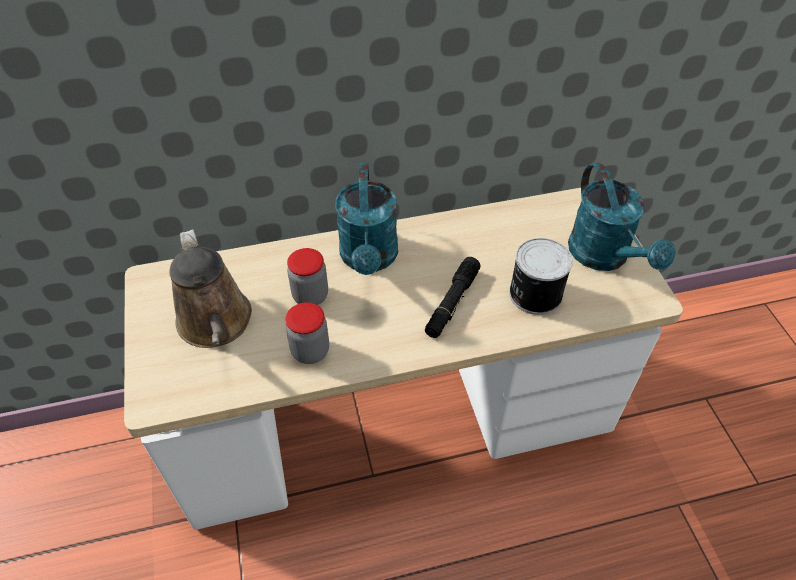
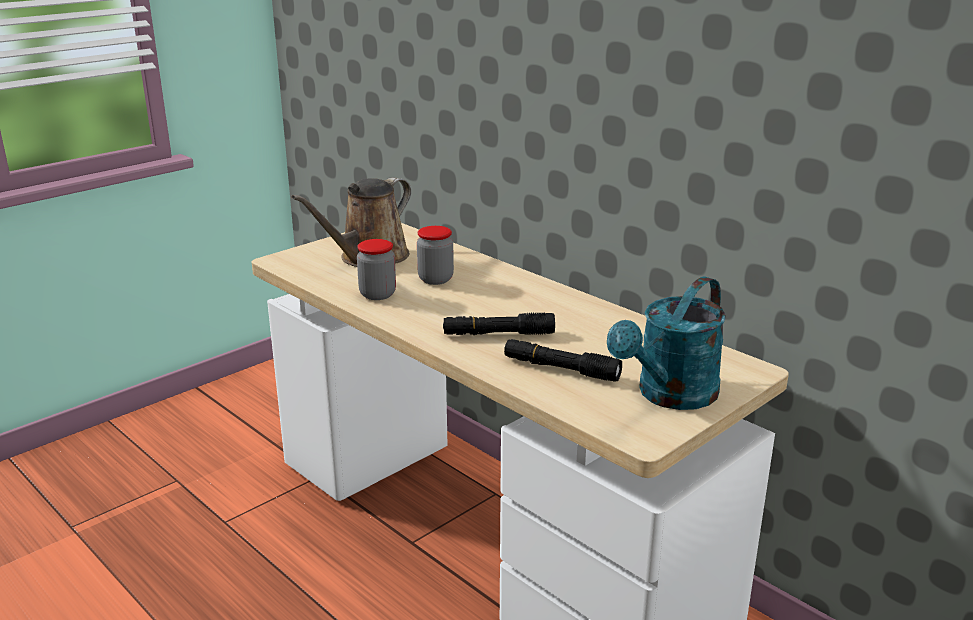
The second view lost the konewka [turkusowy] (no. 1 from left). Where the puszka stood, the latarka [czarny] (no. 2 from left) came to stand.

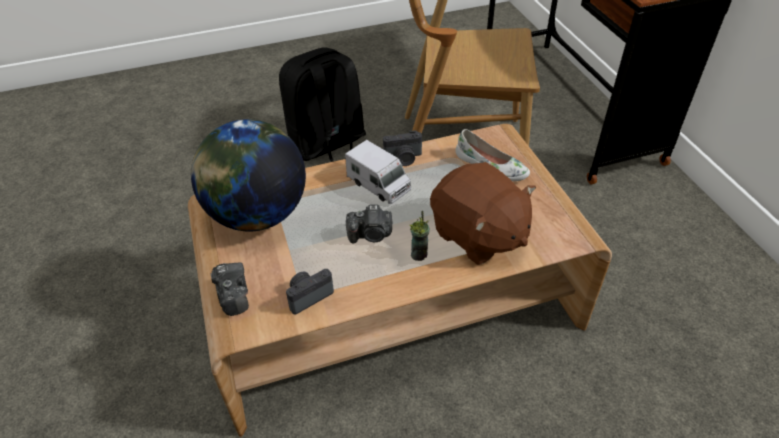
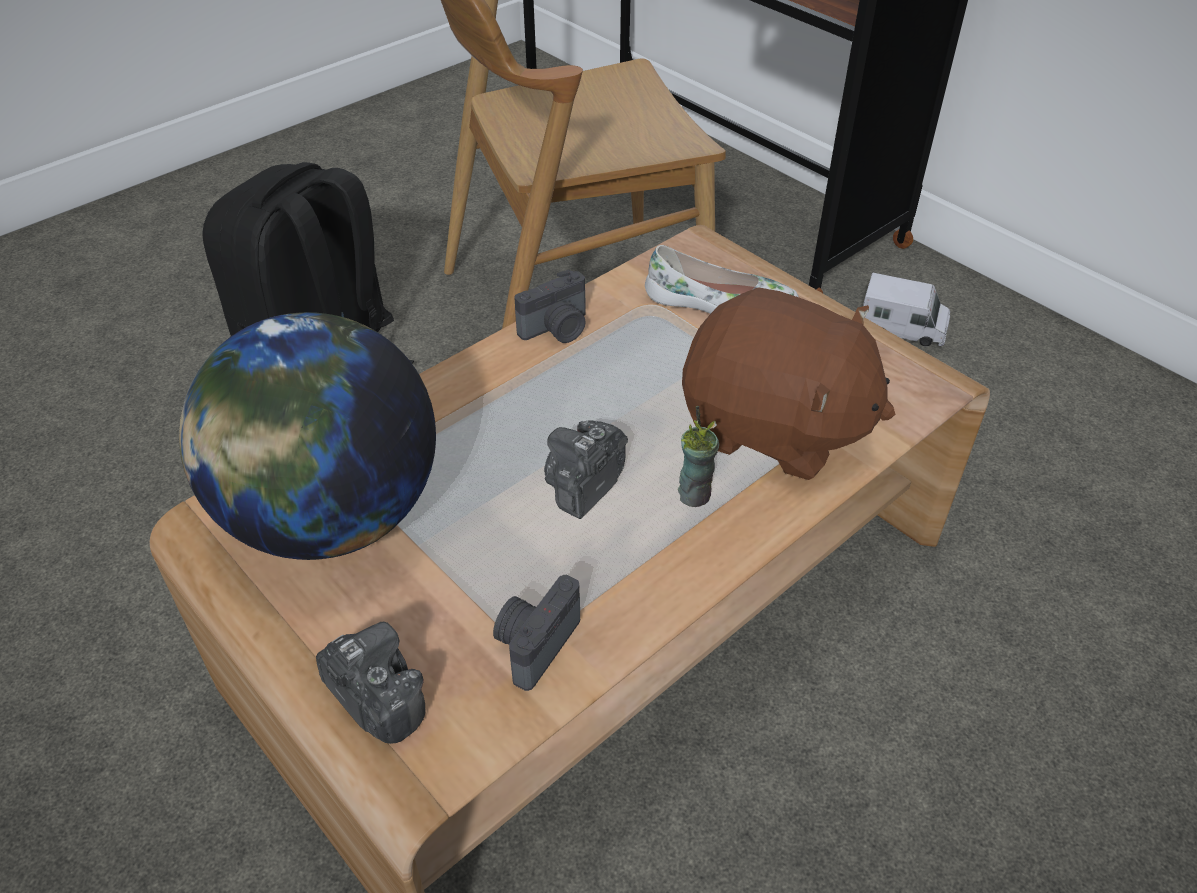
The ciężarówka zabawkowa ended up elsewhere. The aparat fotograficzny (no. 3 from left in the first image) ended up facing another way, 150 degrees clockwise from before.

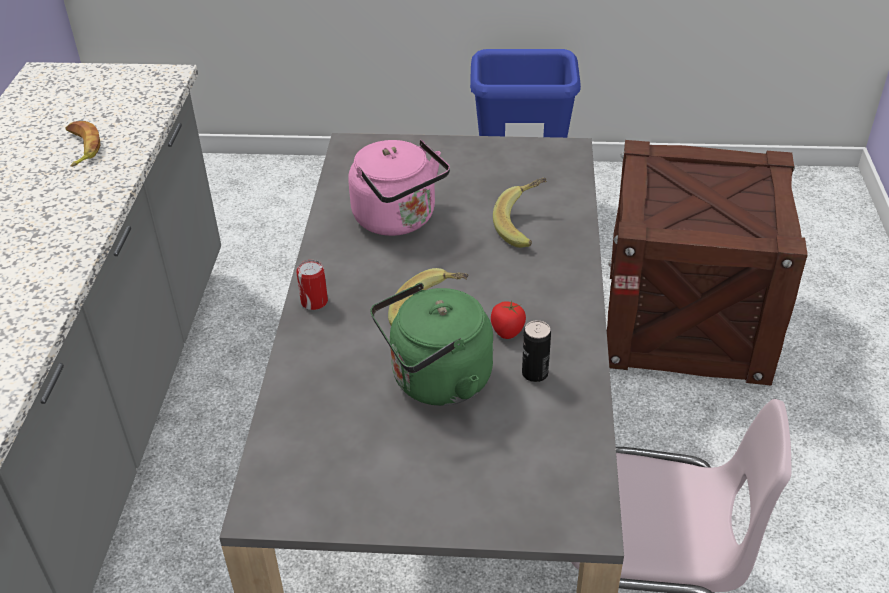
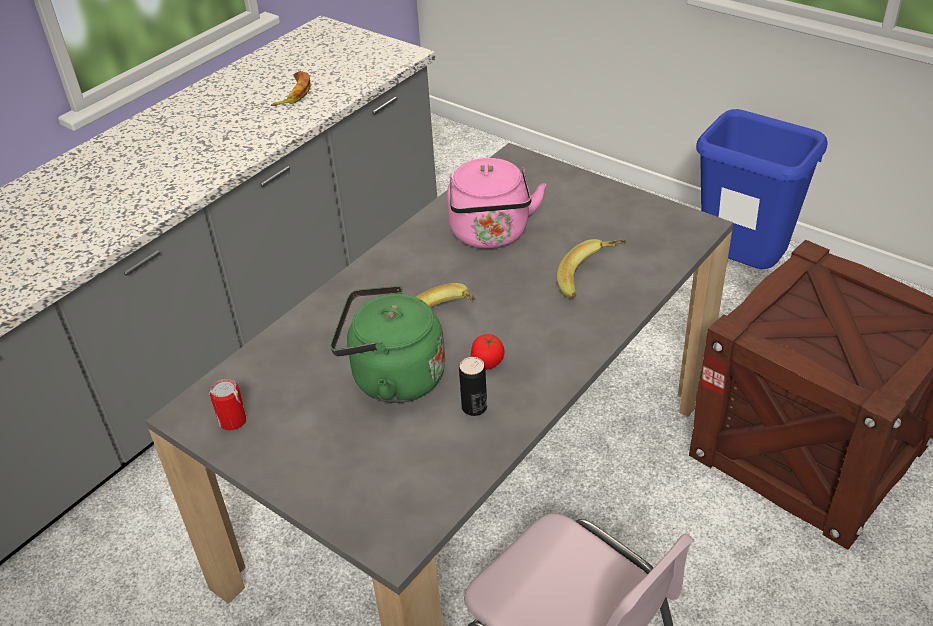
The puszka (no. 1 from left) ended up elsewhere.

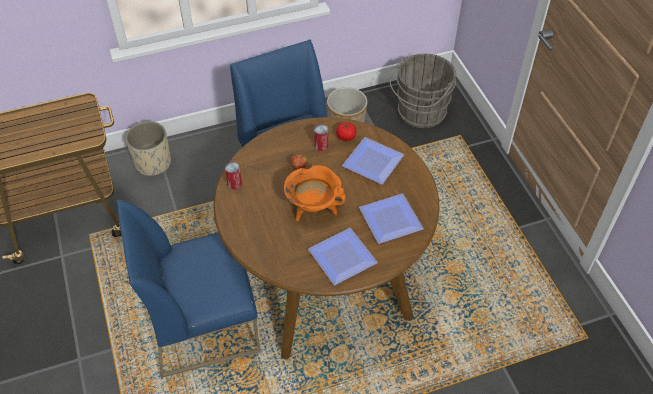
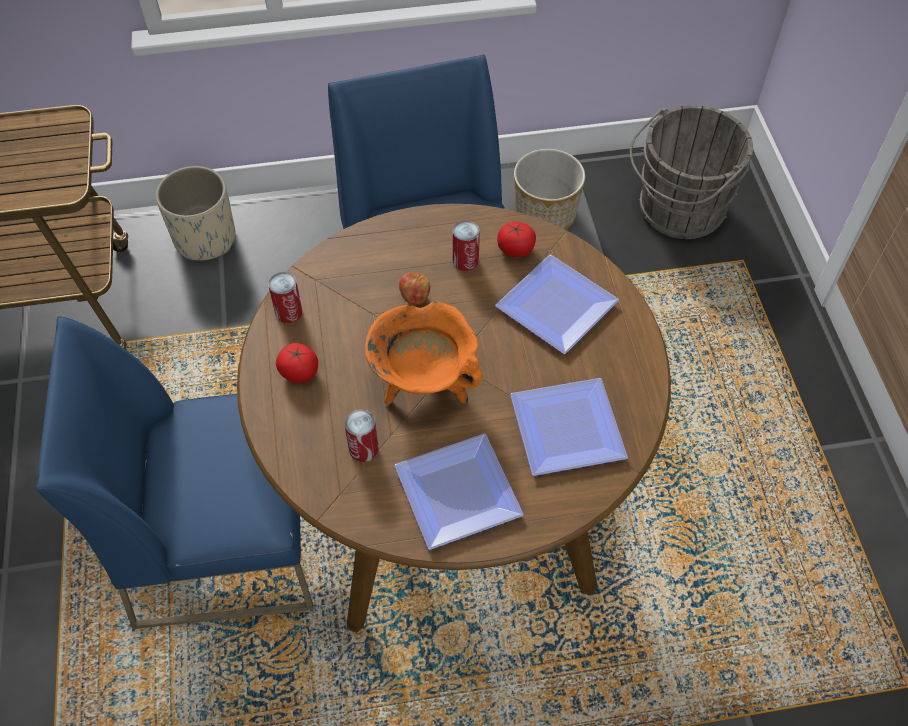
The second view gained the pomidor (no. 1 from left). The second view gained the puszka (no. 2 from left).

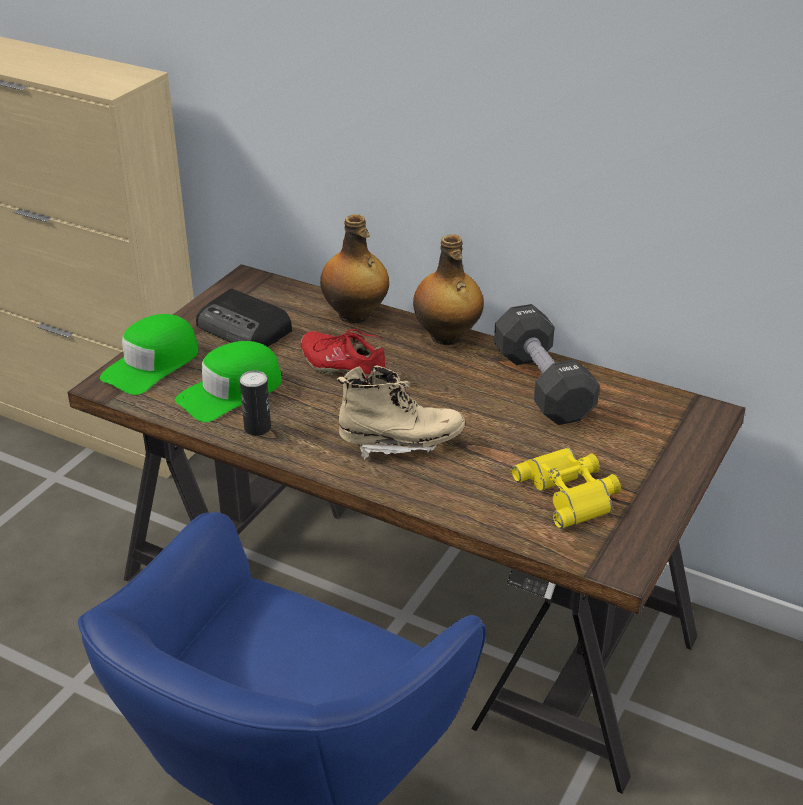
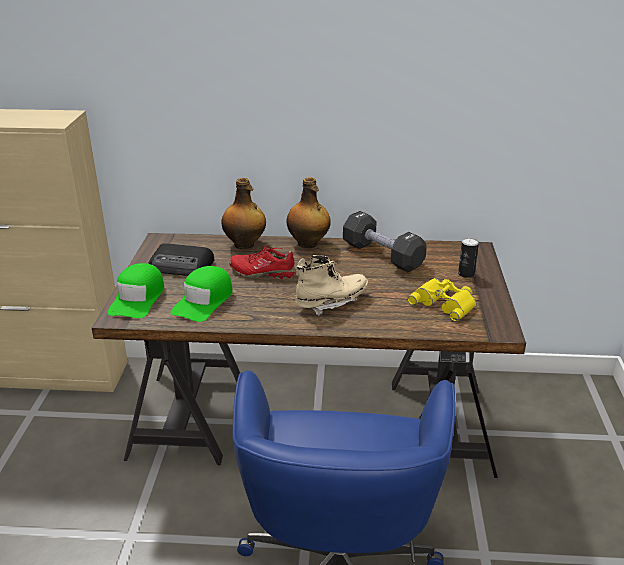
The puszka ended up elsewhere.

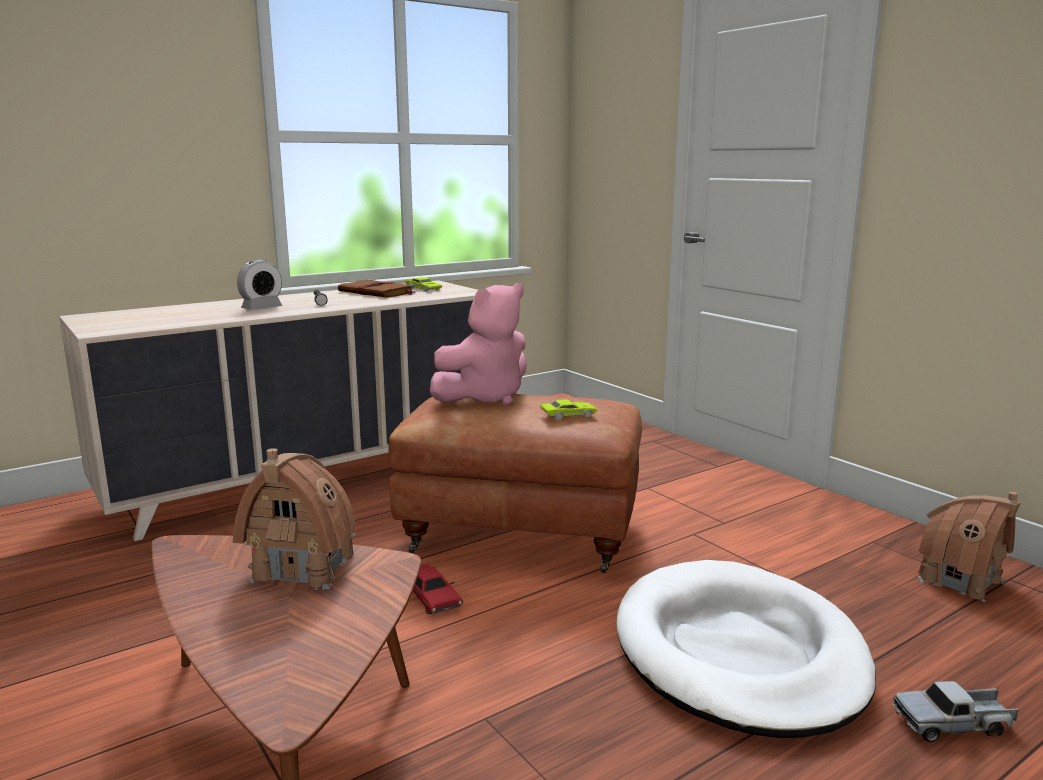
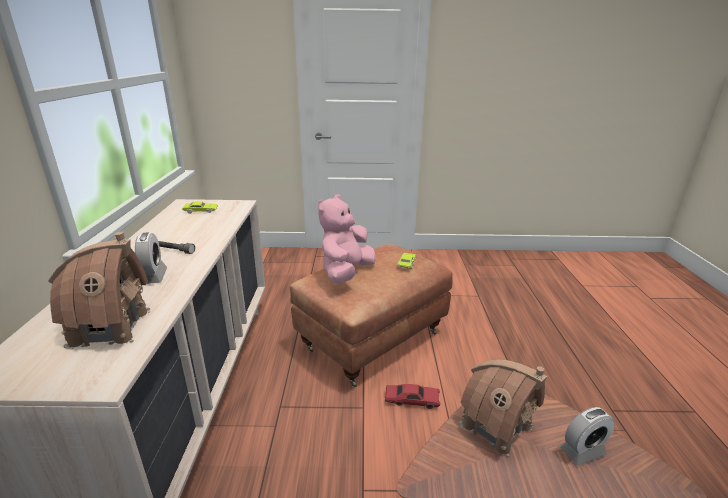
The second view lost the książka [brązowy]. The pluszak [różowy] ended up facing another way, 150 degrees counterclockwise from before. The domek (no. 2 from left in the first image) ended up elsewhere. The second view lost the legowisko [biały]. The second view lost the ciężarówka zabawkowa. The second view gained the budzik (no. 2 from left).

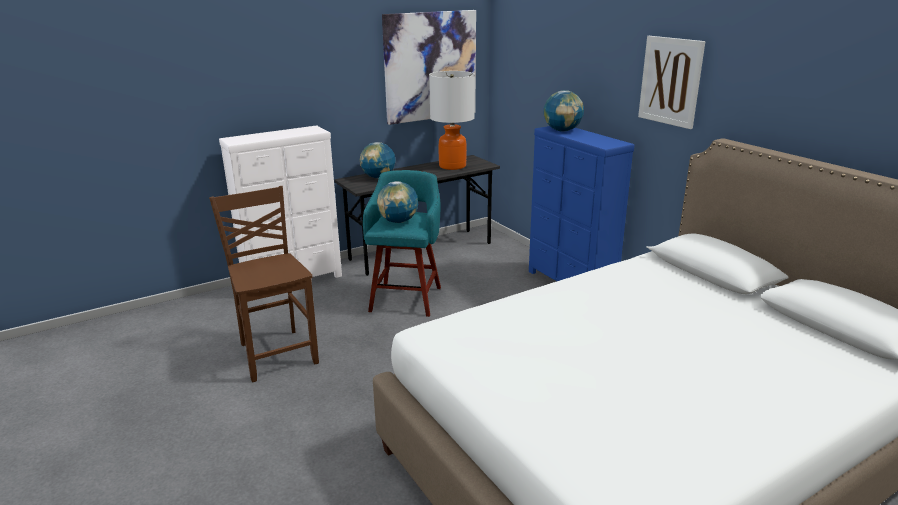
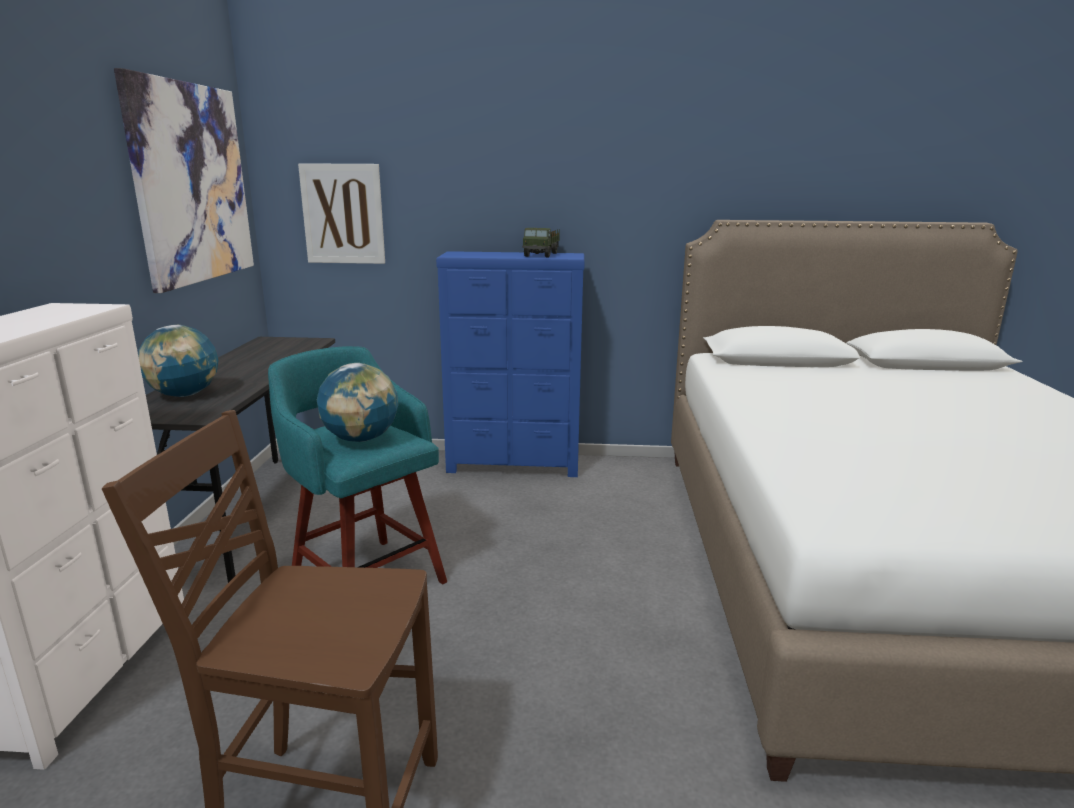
The obraz (no. 2 from left) ended up elsewhere. The second view lost the lampa stołowa. The second view lost the globus (no. 3 from left). The second view gained the ciężarówka zabawkowa.

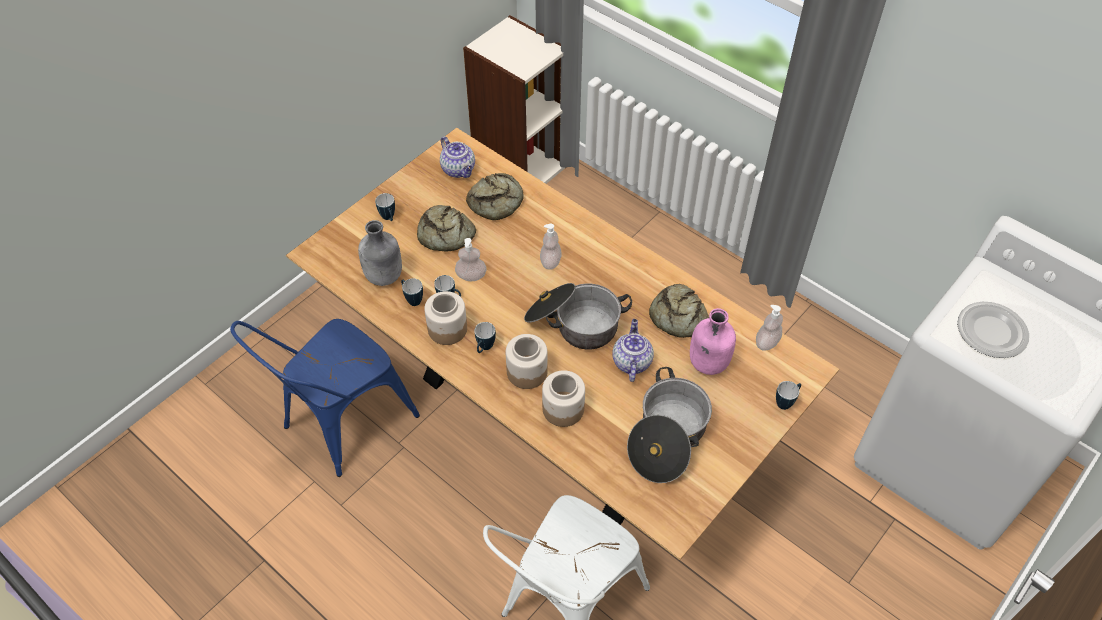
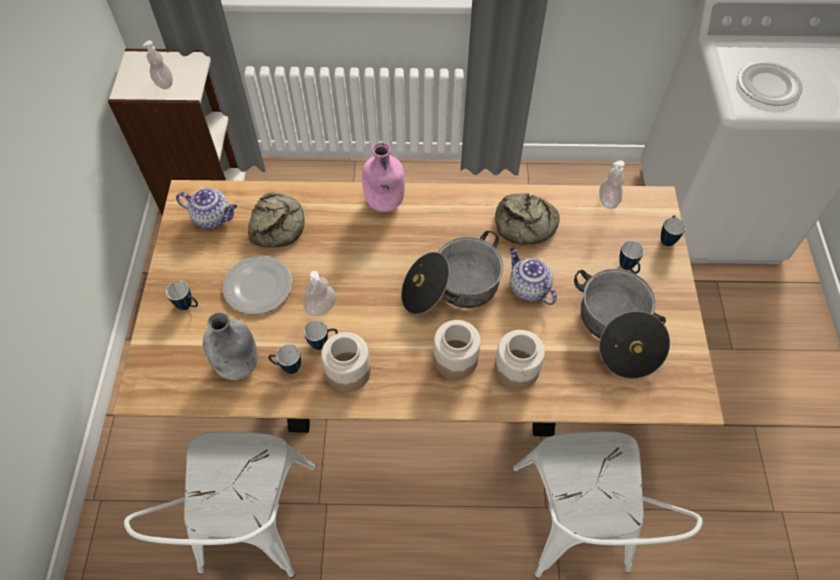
Where the chleb (no. 1 from left) stood, the talerz (no. 1 from left) came to stand. The dozownik mydła (no. 2 from left in the first image) ended up elsewhere. The butelka [różowy] ended up elsewhere. What was the krzesło [niebieski] turned into the krzesło [biały] (no. 1 from left). The kubek (no. 4 from left) ended up elsewhere.

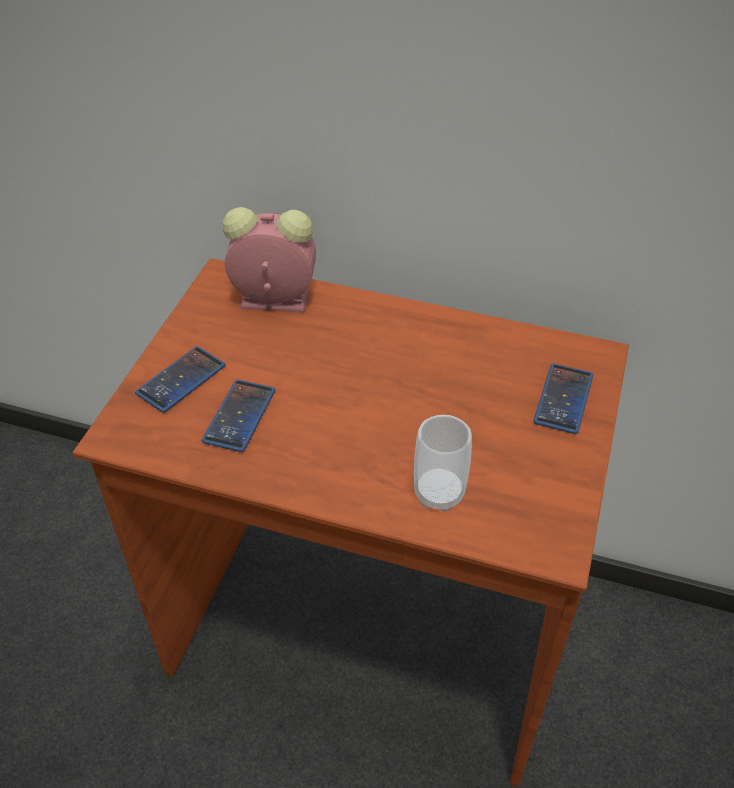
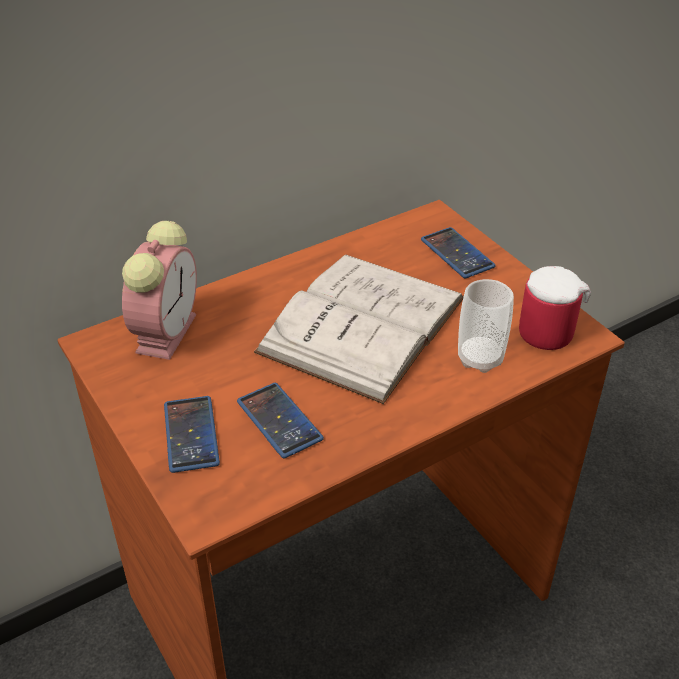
The budzik ended up facing another way, 150 degrees clockwise from before. The second view gained the książka [biały]. The second view gained the kubek.

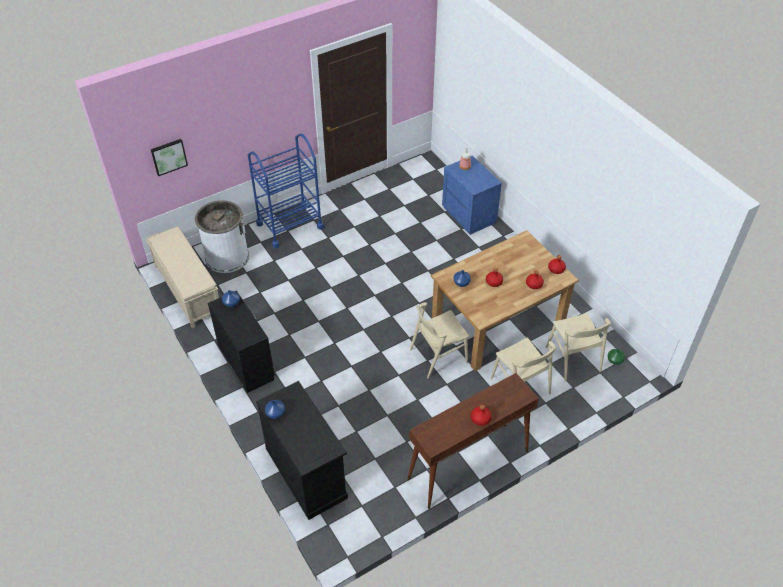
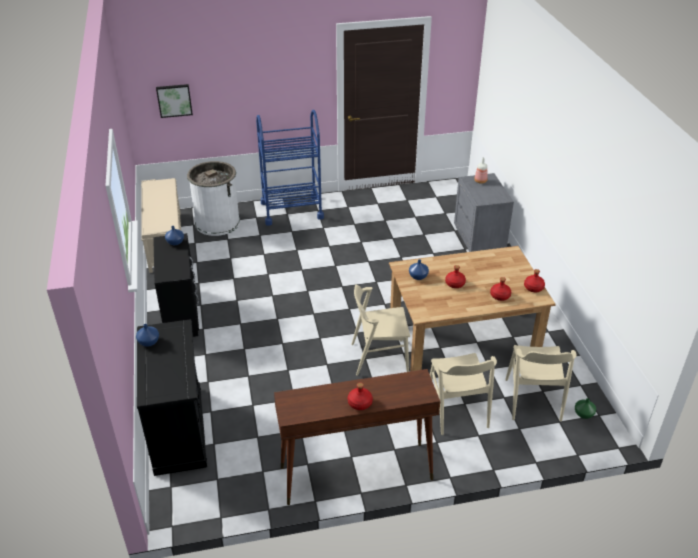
What was the szafka nocna [niebieski] turned into the szafka nocna [szary].

